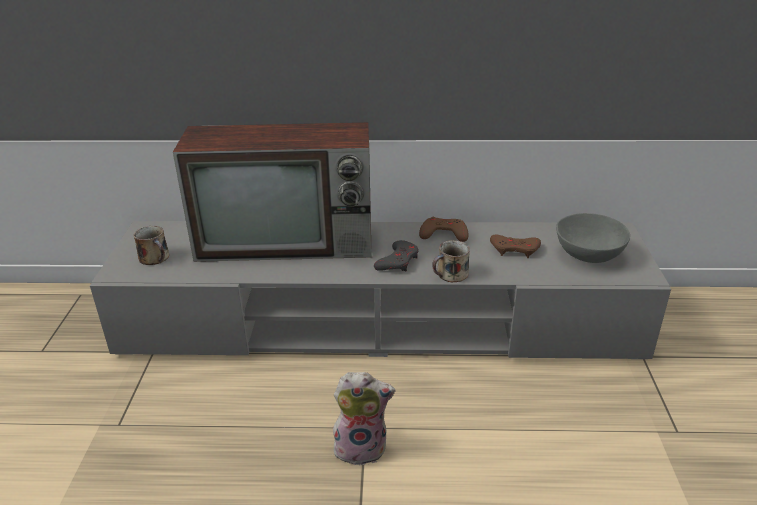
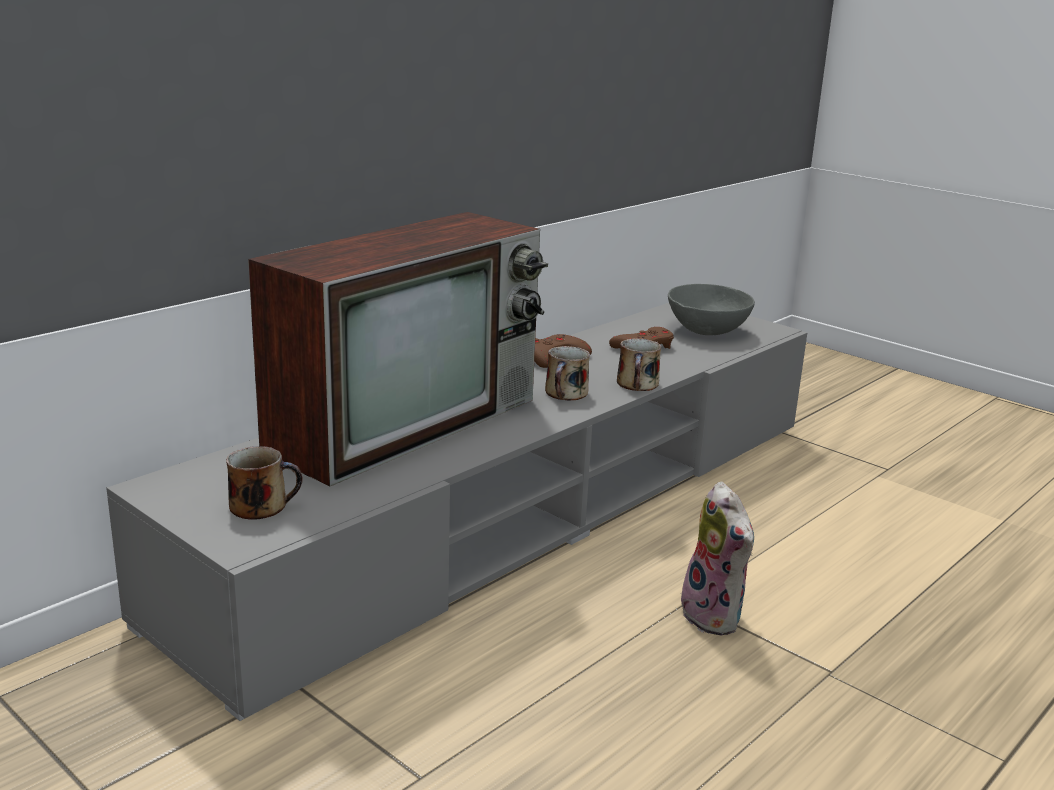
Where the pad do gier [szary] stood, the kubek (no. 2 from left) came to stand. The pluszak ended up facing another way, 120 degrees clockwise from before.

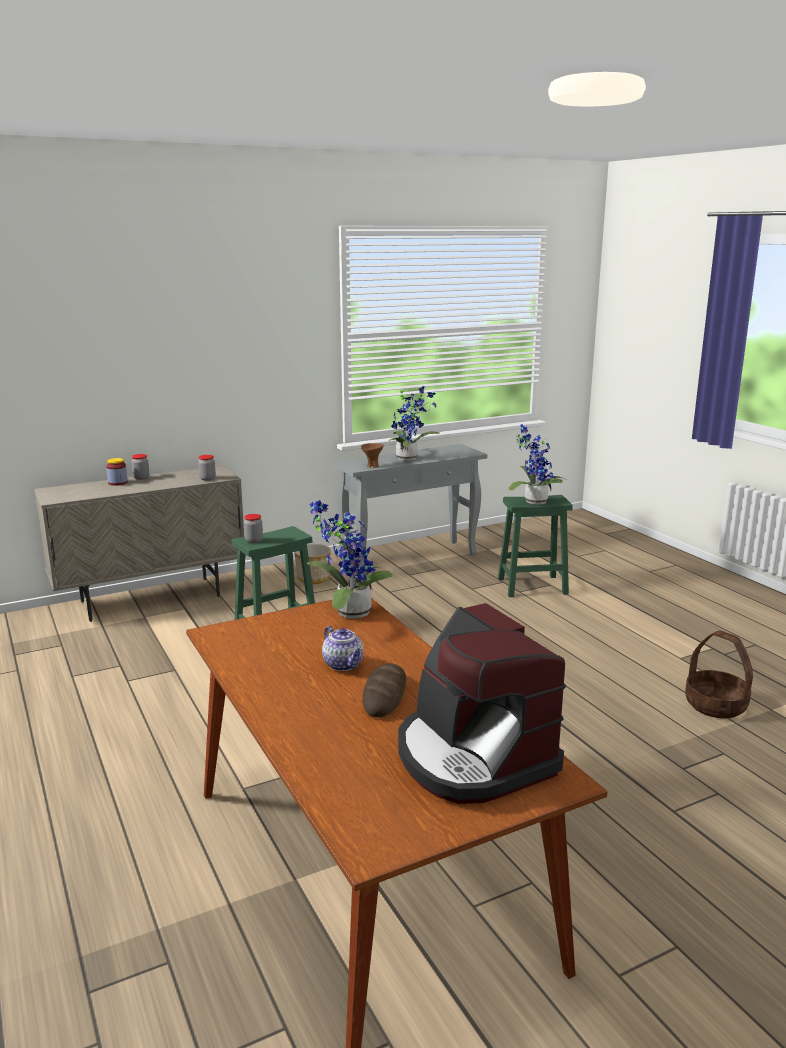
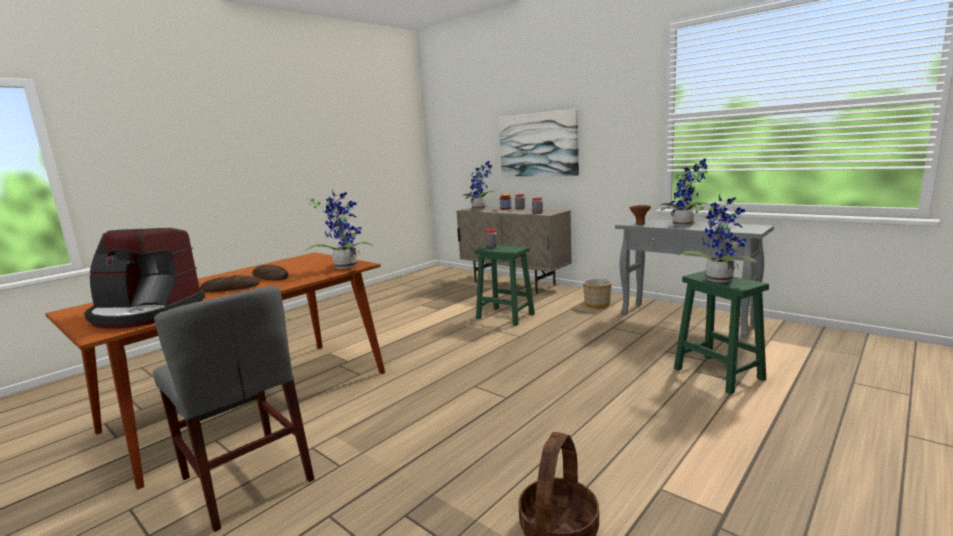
The ekspres do kawy ended up facing another way, 120 degrees counterclockwise from before. Where the imbryk stood, the chleb (no. 2 from left) came to stand. The second view gained the obraz. The second view gained the roślina doniczkowa (no. 2 from left). The second view gained the krzesło [szary].

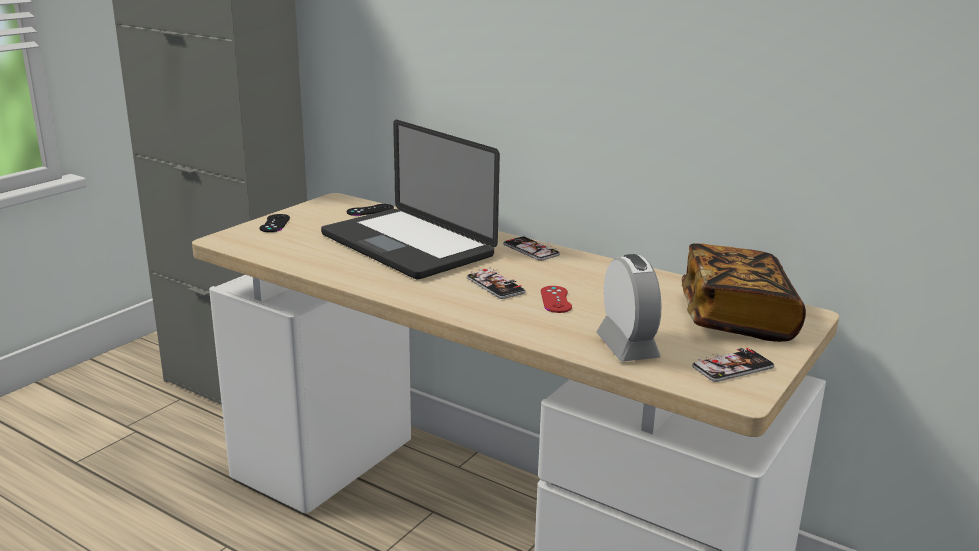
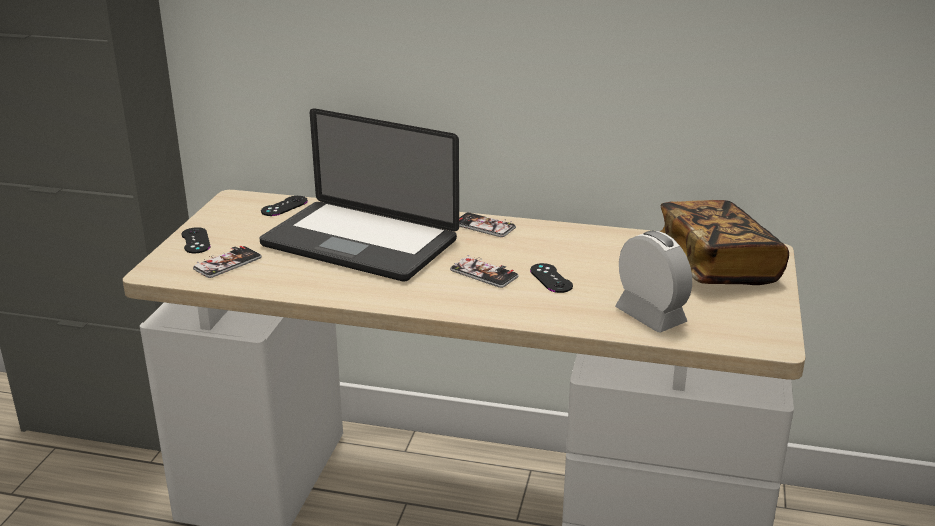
What was the pad do gier [czerwony] turned into the pad do gier [czarny] (no. 3 from left). The telefon (no. 3 from left in the first image) ended up elsewhere.

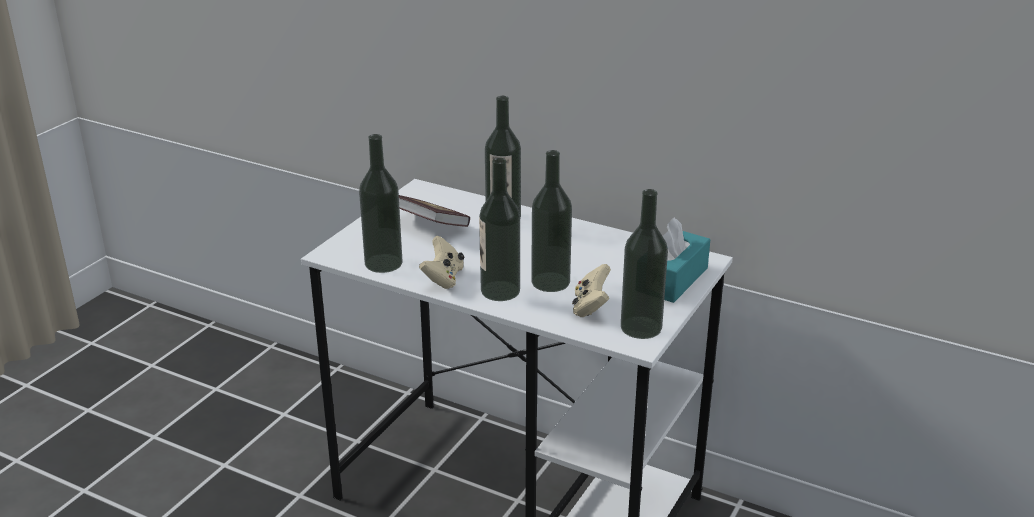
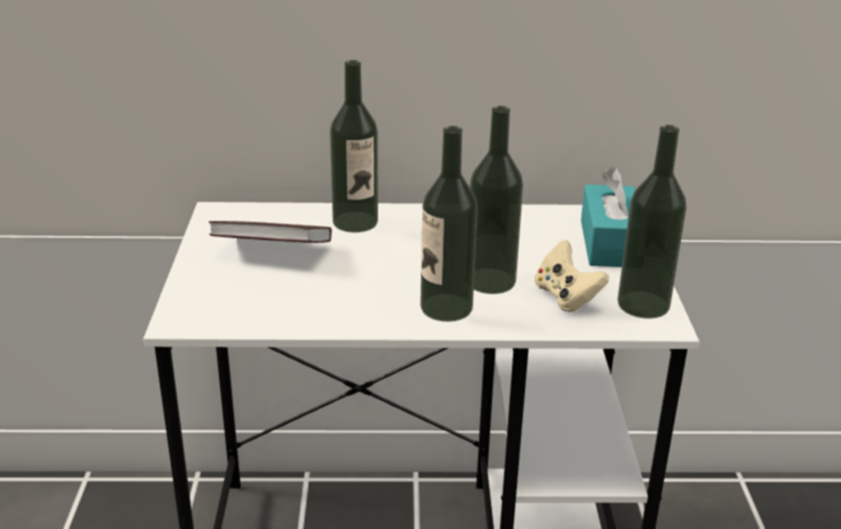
The second view lost the butelka (no. 1 from left). The second view lost the pad do gier [beżowy] (no. 1 from left).

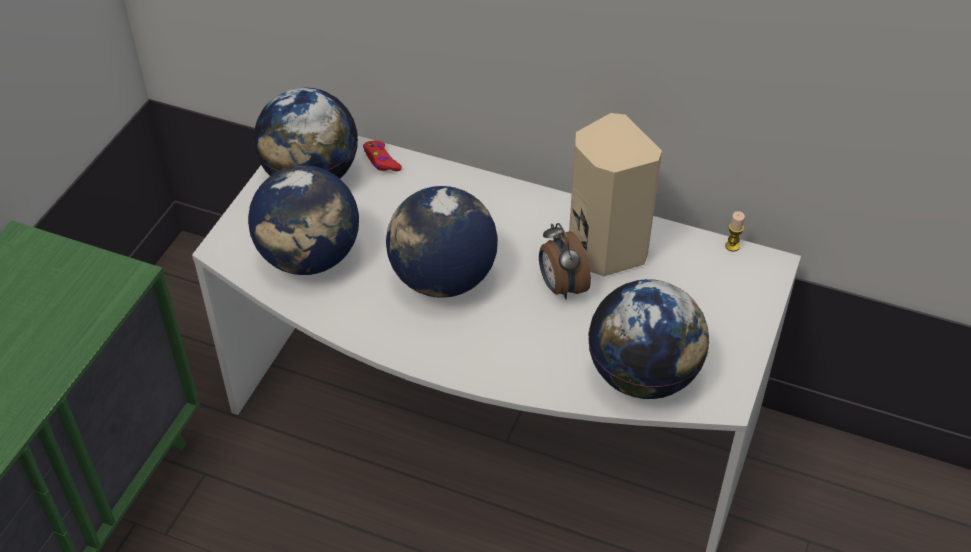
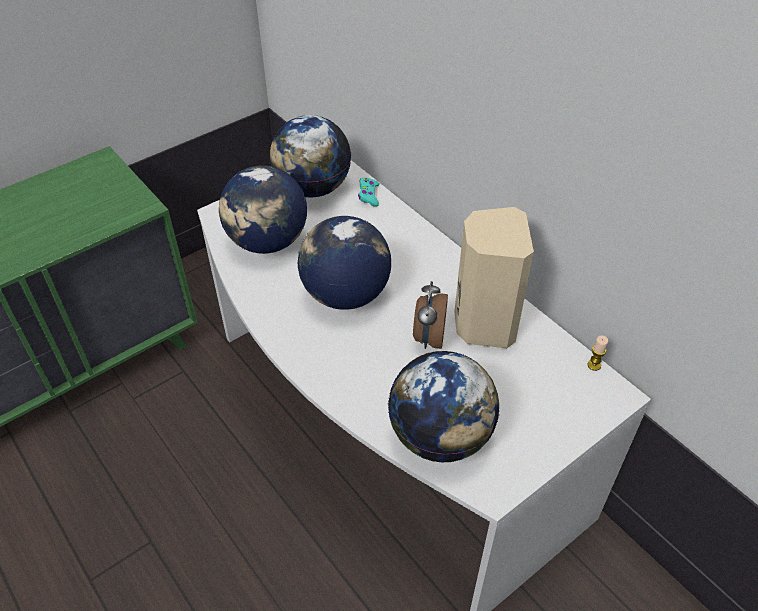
What was the pad do gier [czerwony] turned into the pad do gier [turkusowy].

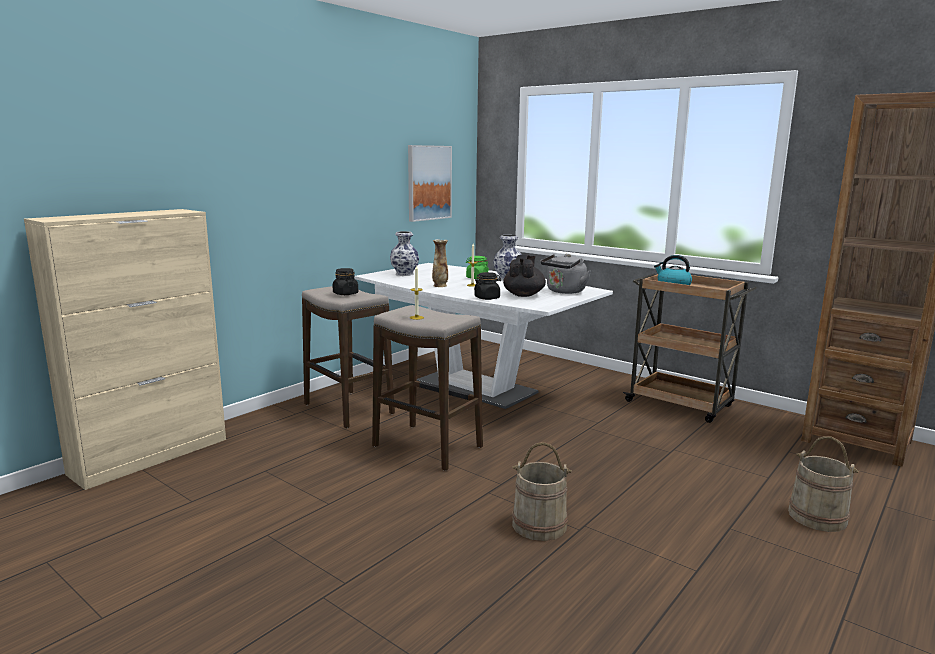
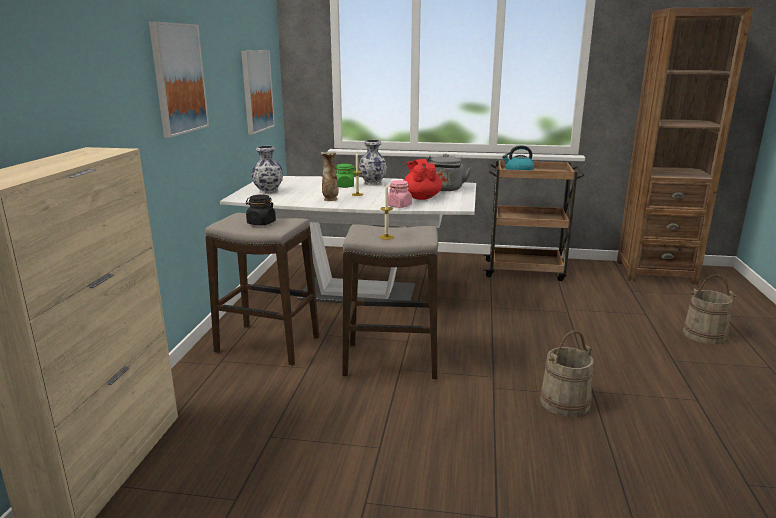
What was the imbryk [czarny] turned into the imbryk [czerwony]. What was the słoik [czarny] (no. 2 from left) turned into the słoik [różowy]. The second view gained the obraz (no. 1 from left).

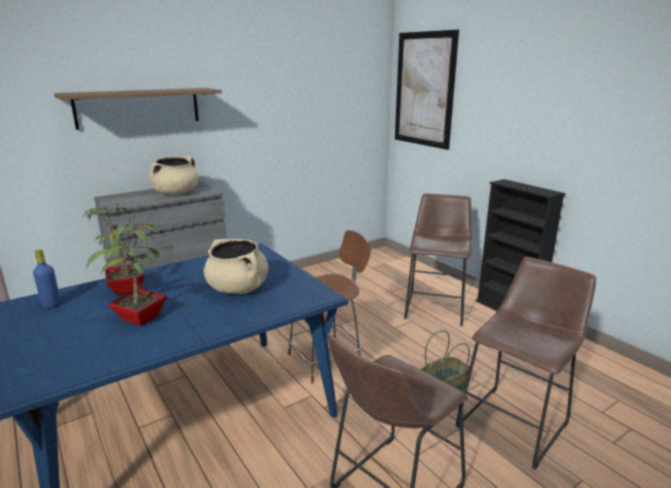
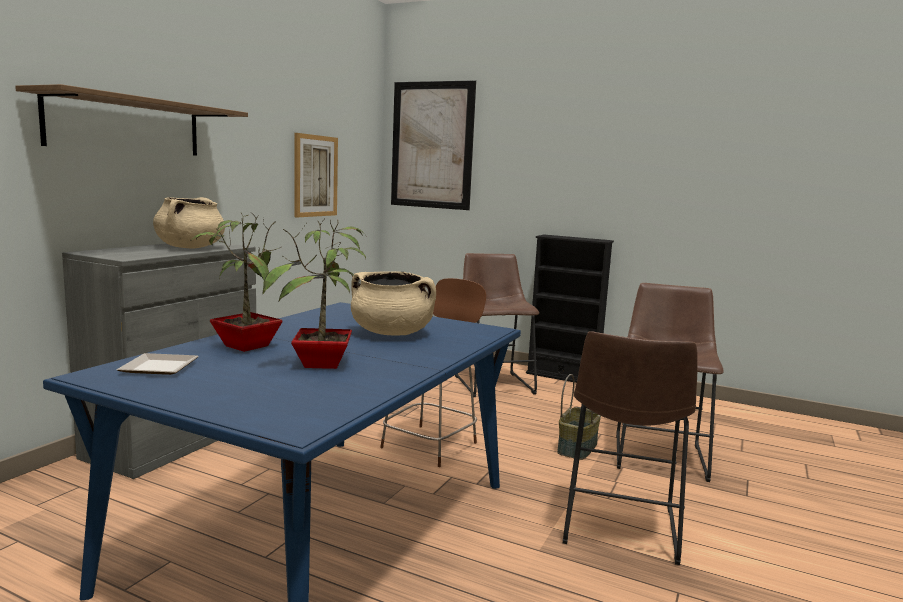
Where the butelka [niebieski] stood, the talerz came to stand. The second view gained the obraz (no. 1 from left).

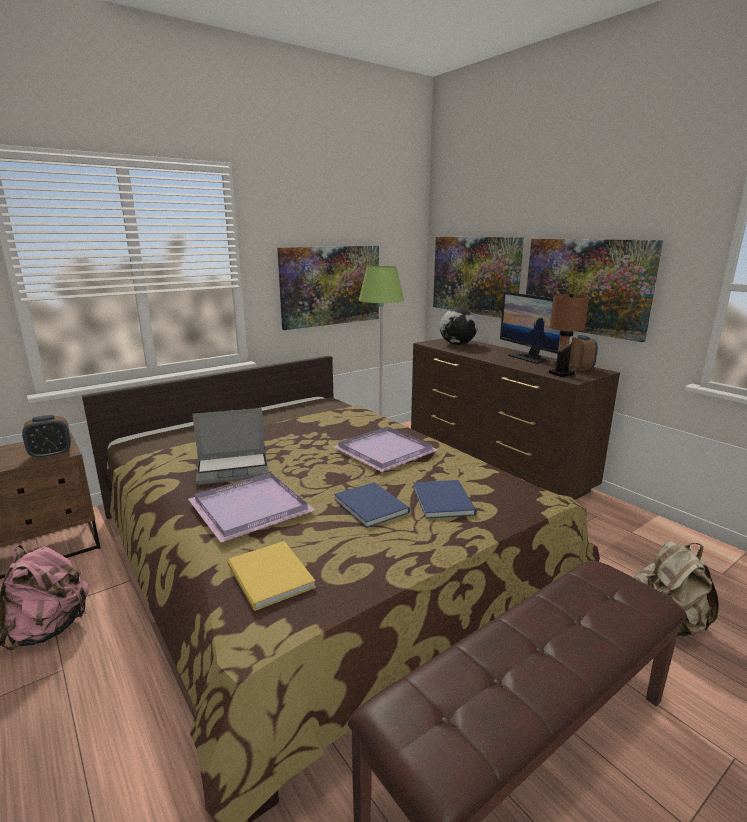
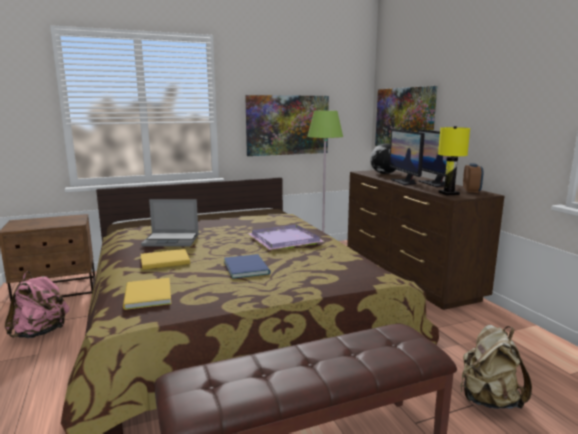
The second view lost the obraz (no. 3 from left). What was the lampa stołowa [brązowy] turned into the lampa stołowa [żółty]. The second view lost the budzik (no. 1 from left). Where the taca [fioletowy] (no. 1 from left) stood, the książka [żółty] (no. 2 from left) came to stand. The second view lost the książka [niebieski] (no. 2 from left). The second view gained the monitor (no. 1 from left).

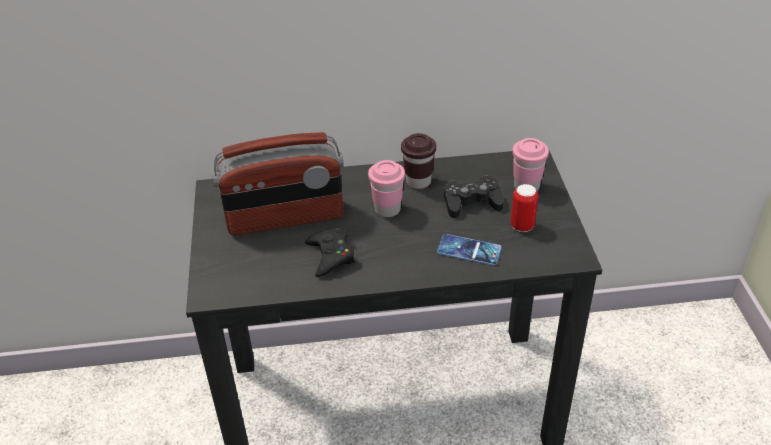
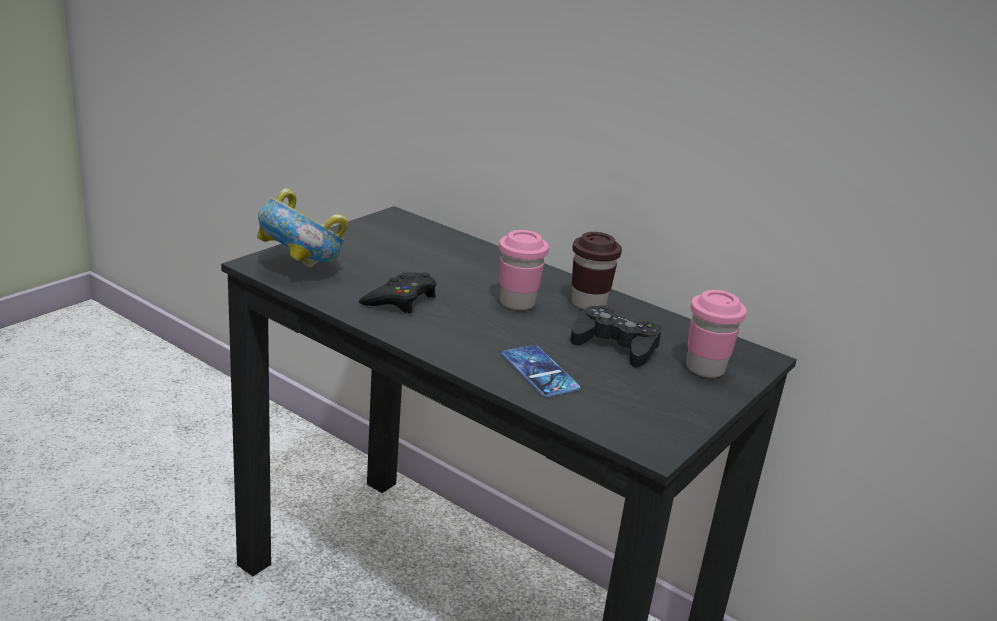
The second view lost the radio. The second view lost the puszka. The second view gained the miska.

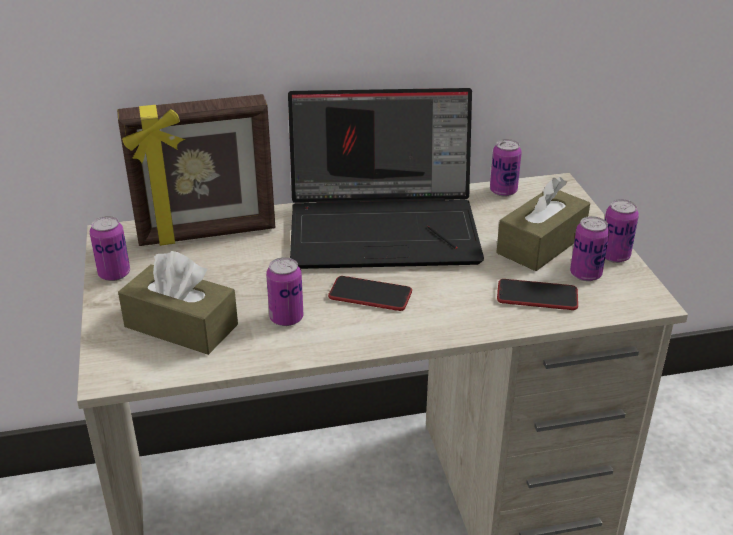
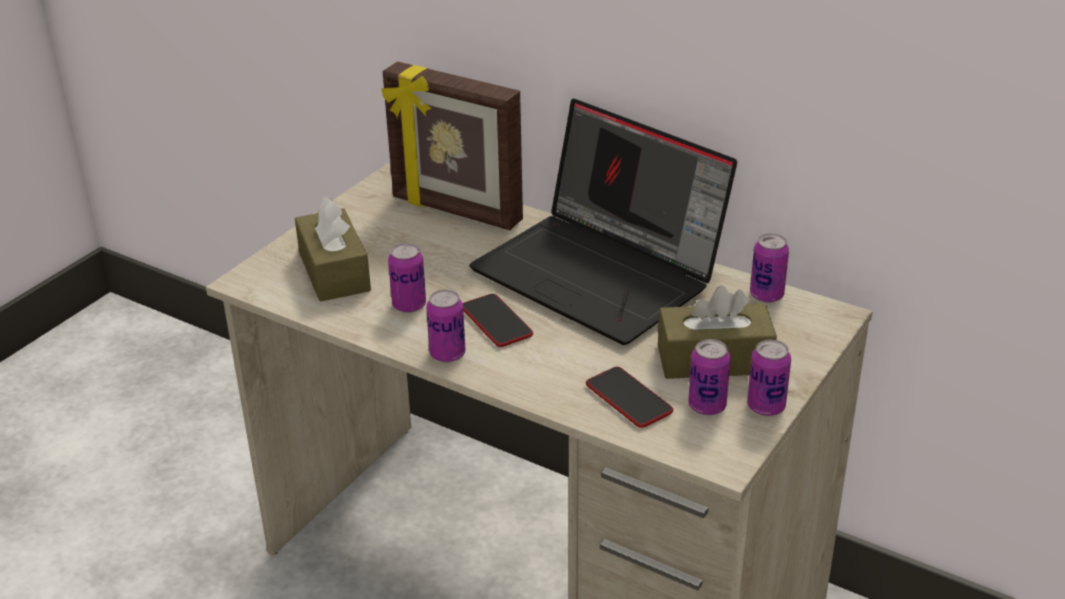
The puszka (no. 1 from left in the first image) ended up elsewhere.

